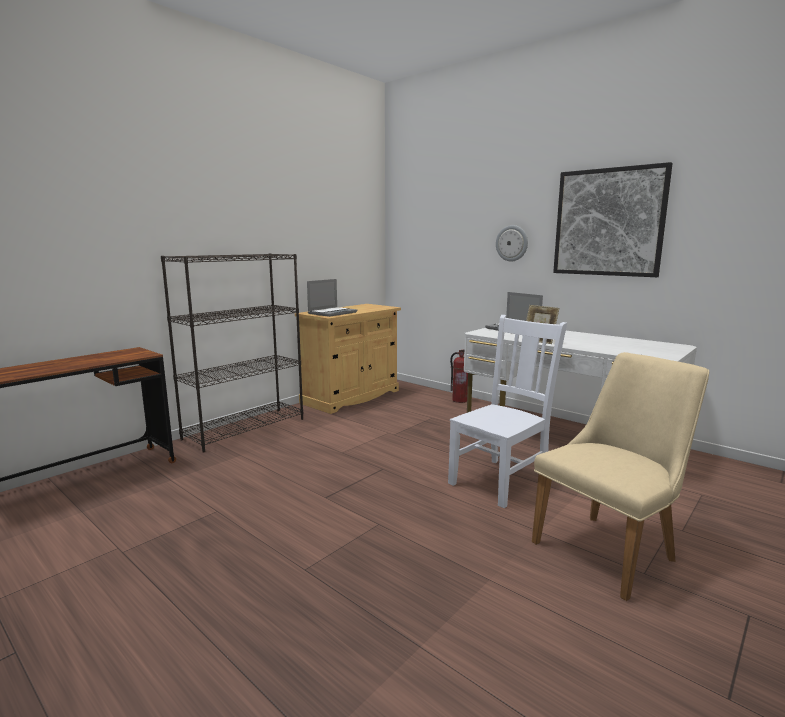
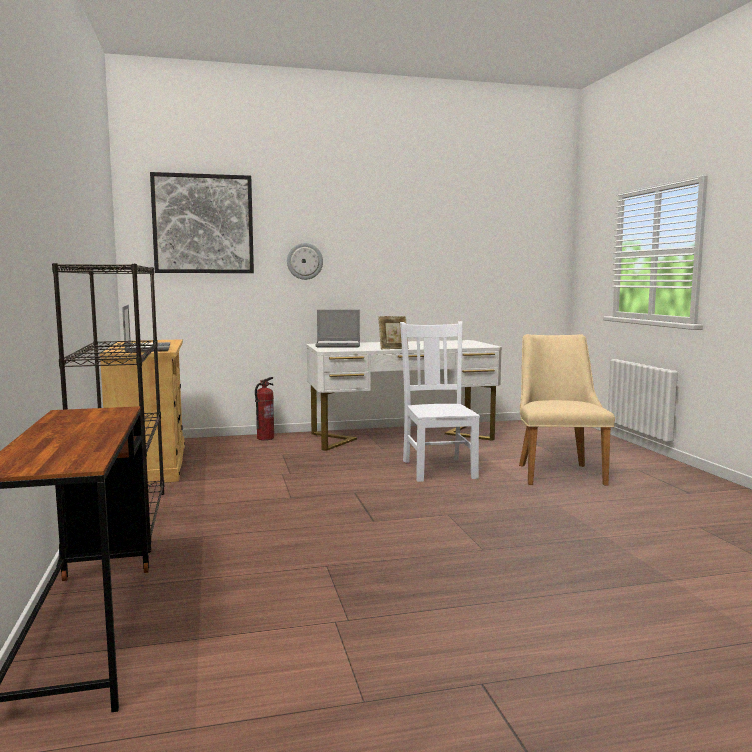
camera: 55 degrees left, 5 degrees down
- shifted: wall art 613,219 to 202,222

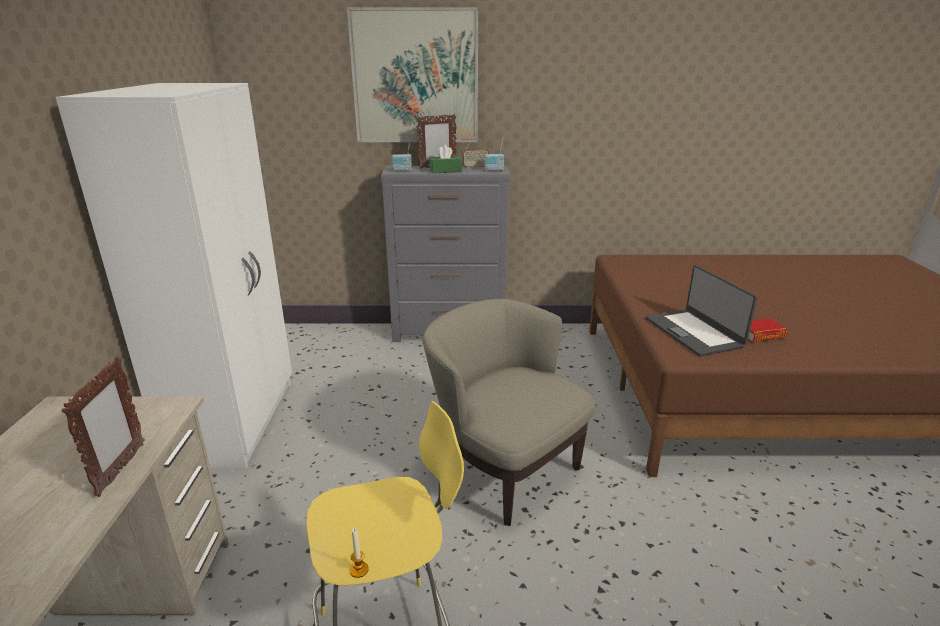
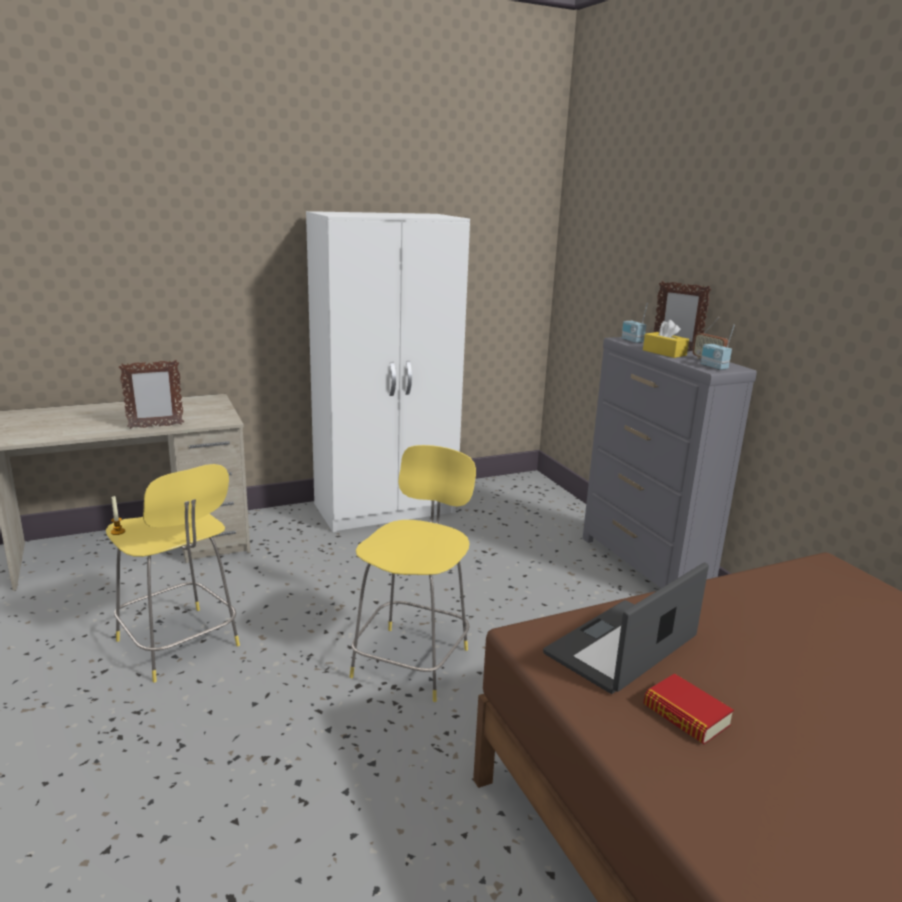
camera: 65 degrees right, 5 degrees down
- swapped: beige easy chair 509,412 to yellow-coloured stool 413,573
- repainted: green box of tissues 445,159 to yellow-coloured box of tissues 666,339
- gone: wall art 412,74

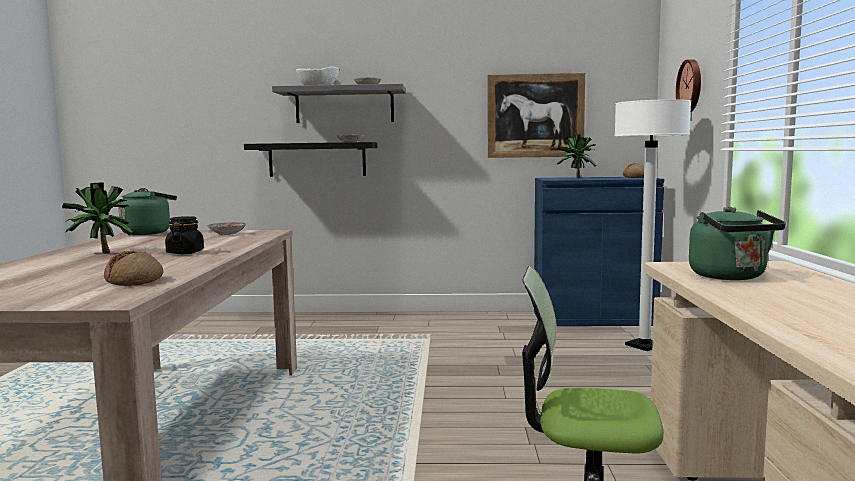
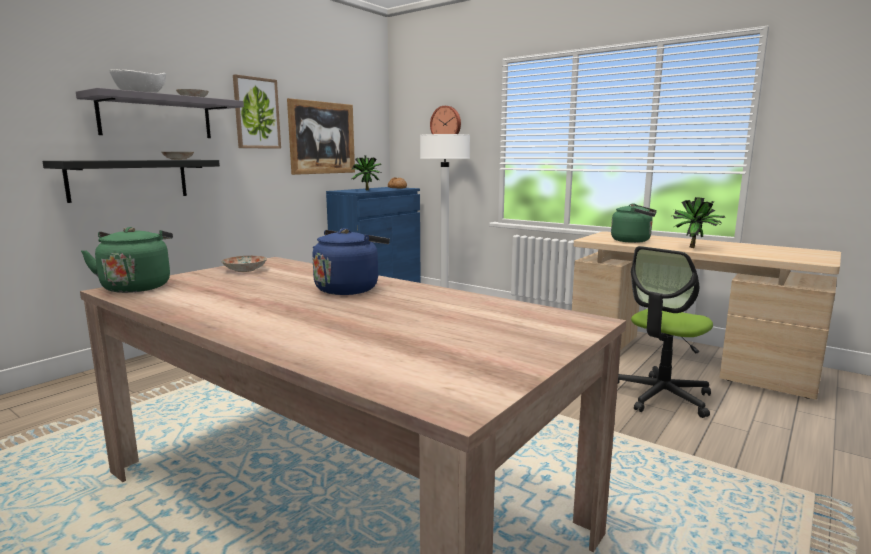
camera: 55 degrees left, 5 degrees up
- new: wall art 257,111
- swapped: black preserve jar 184,235 to blue-coloured water kettle 351,261
- shifted: plant in a pot 97,218 to 699,222
- gone: bread 133,268

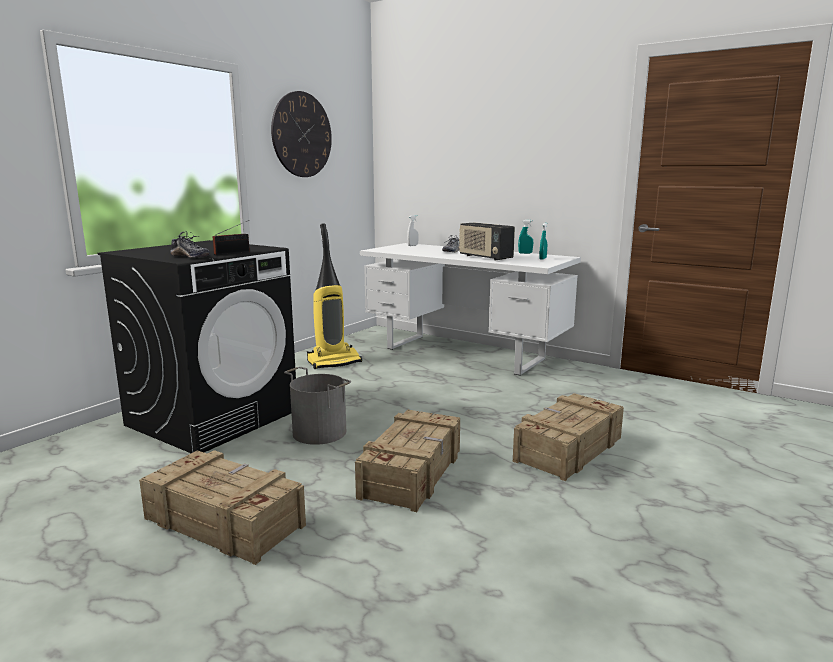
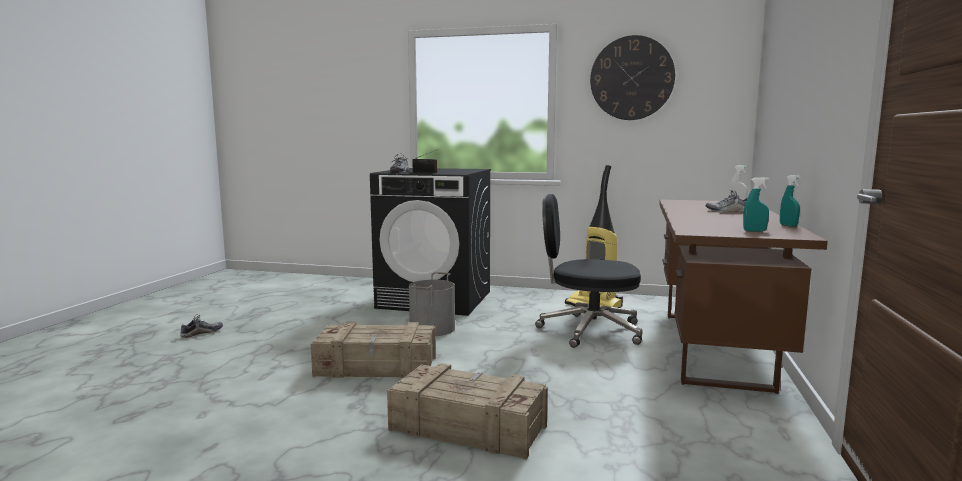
camera: 70 degrees right, 5 degrees down
- new: item of footwear 201,326
- new: black office chair 589,271
- repainted: white-coloured desk unit 470,309 to brown-coloured desk unit 743,296
- gone: shipping crate 222,507
- gone: radio receiver 487,241

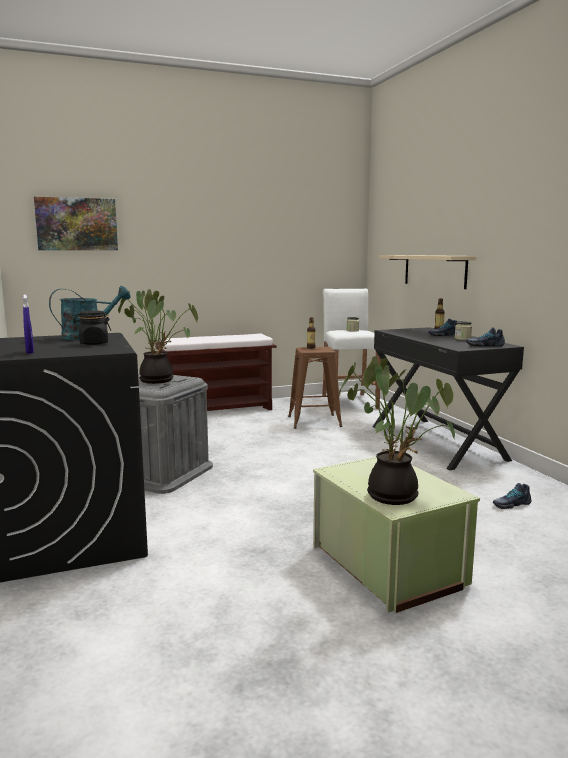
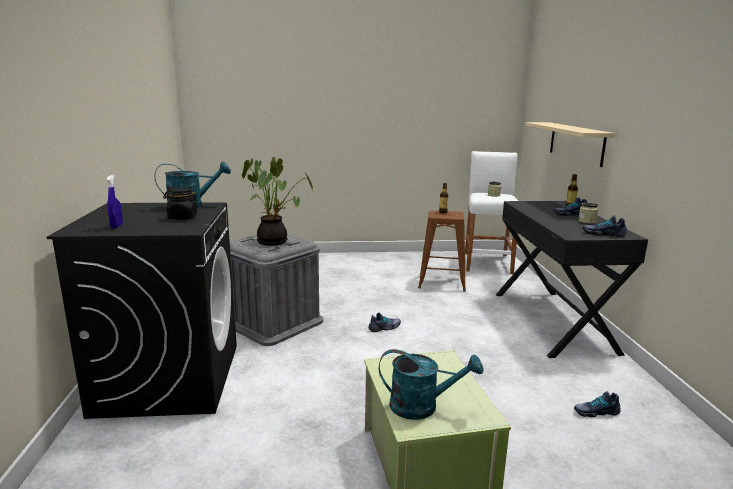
camera: 15 degrees right, 5 degrees up
- new: item of footwear 384,322
- swapped: plant in a pot 397,430 to blue-green watering can 431,384
- gone: wall art 76,223
- gone: brown-coloured bench 215,372

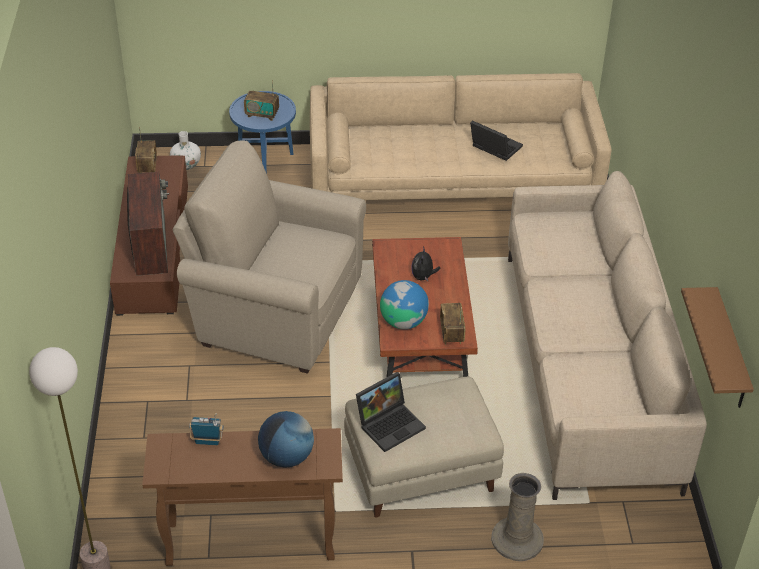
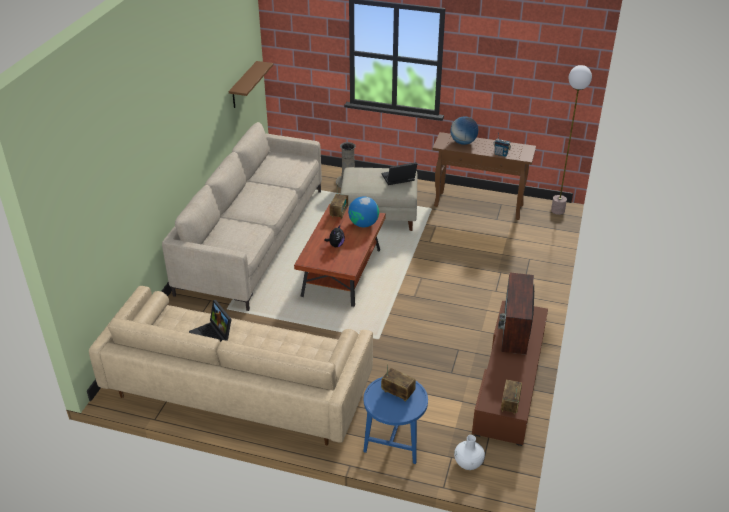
camera: 160 degrees left, 5 degrees down
- gone: beige easy chair 269,257

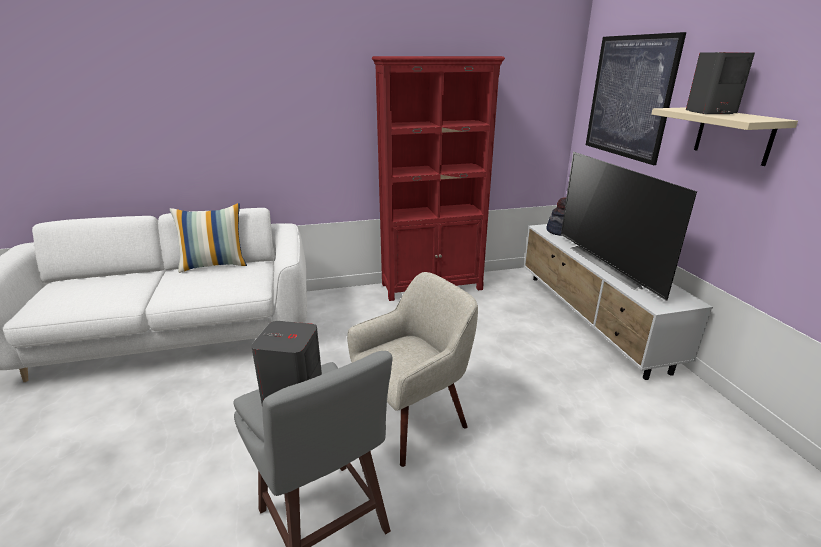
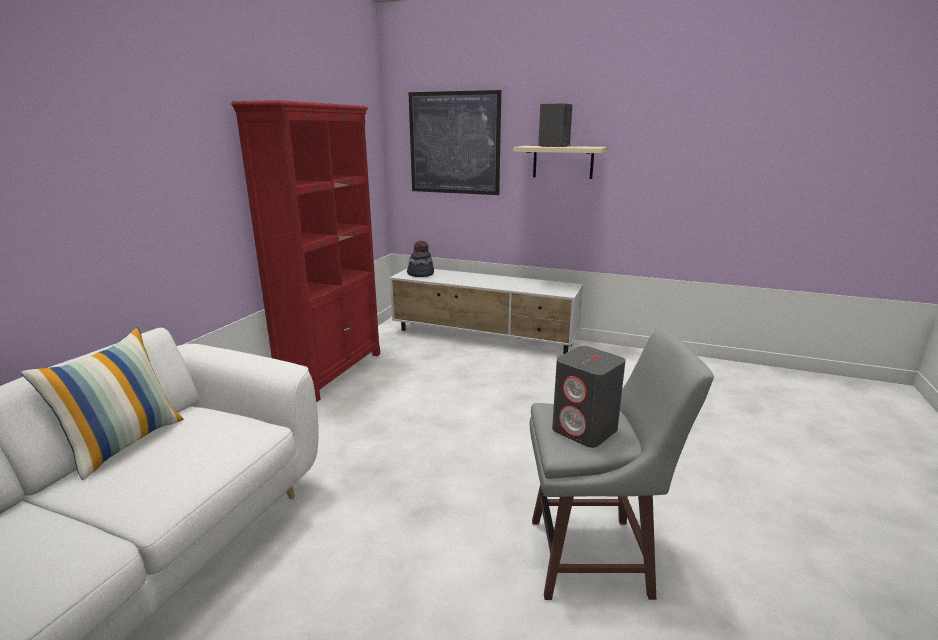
camera: 55 degrees left, 5 degrees down
- gone: beige easy chair 412,369
- gone: TV set 629,226

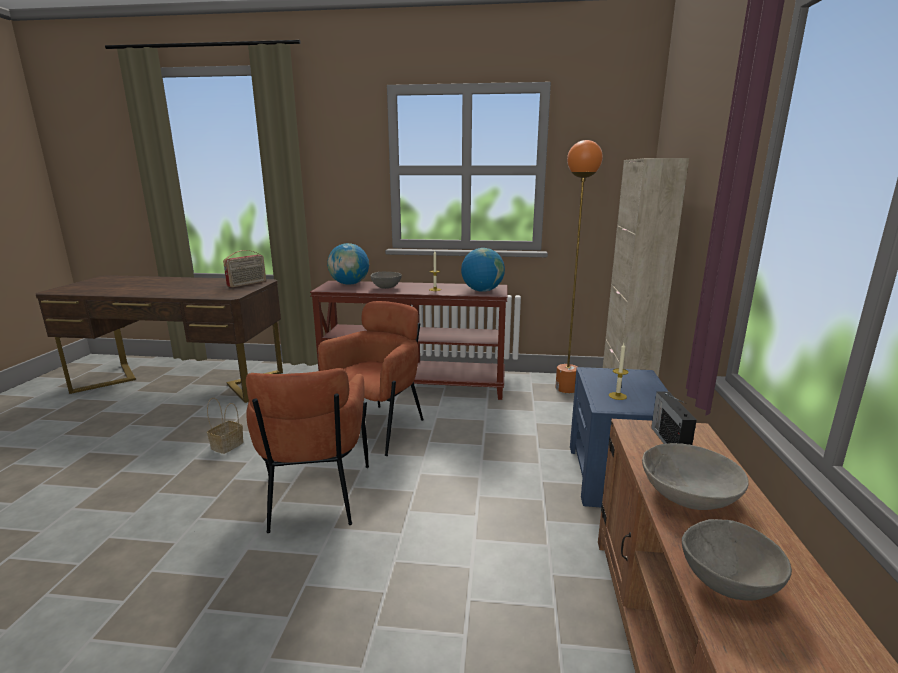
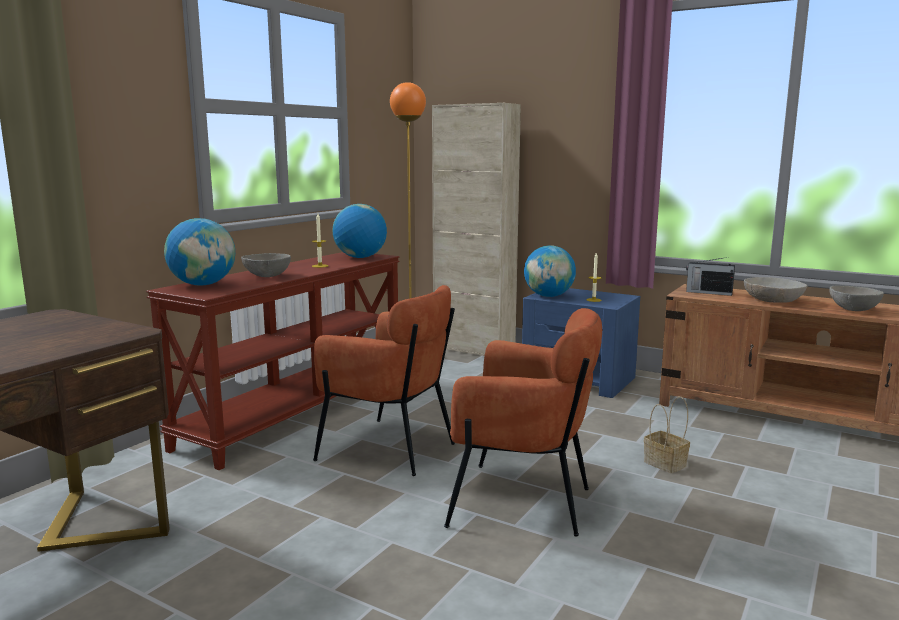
camera: 65 degrees left, 5 degrees down
- rotated: brown-coloured easy chair 371,378 = 384,380 150 degrees clockwise
- new: desk globe 550,271
- shifted: household basket 225,426 to 667,435
- gone: radio receiver 244,269

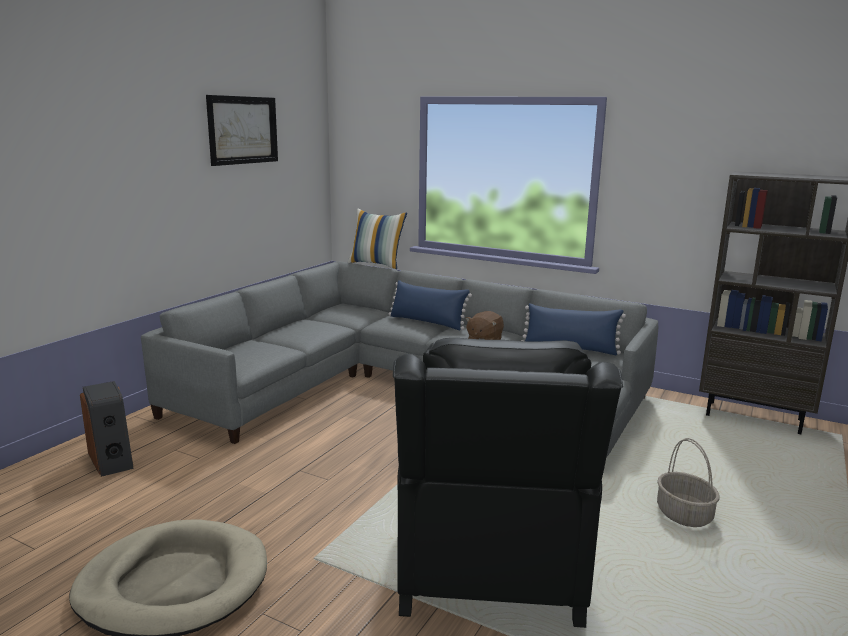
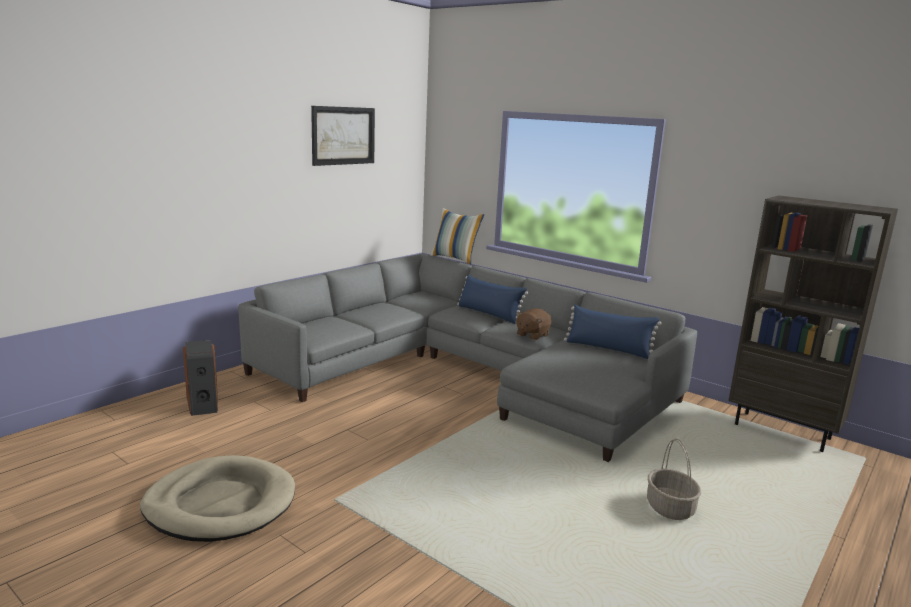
camera: 10 degrees right, 0 degrees up
- gone: black easy chair 508,483

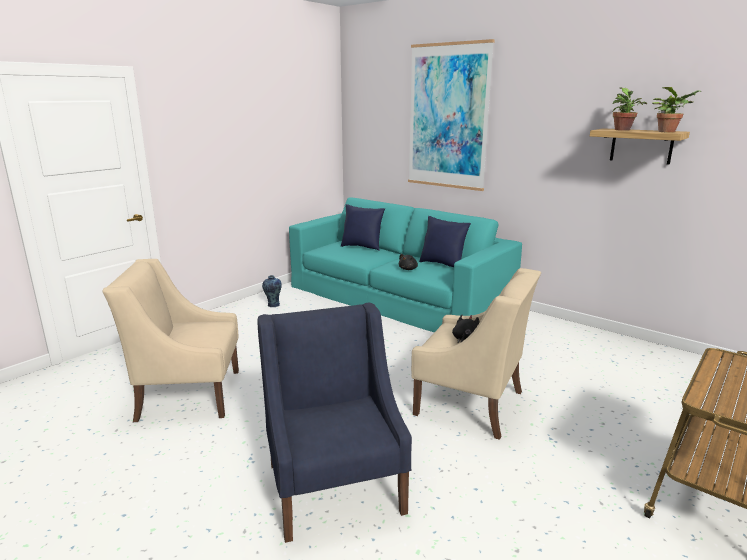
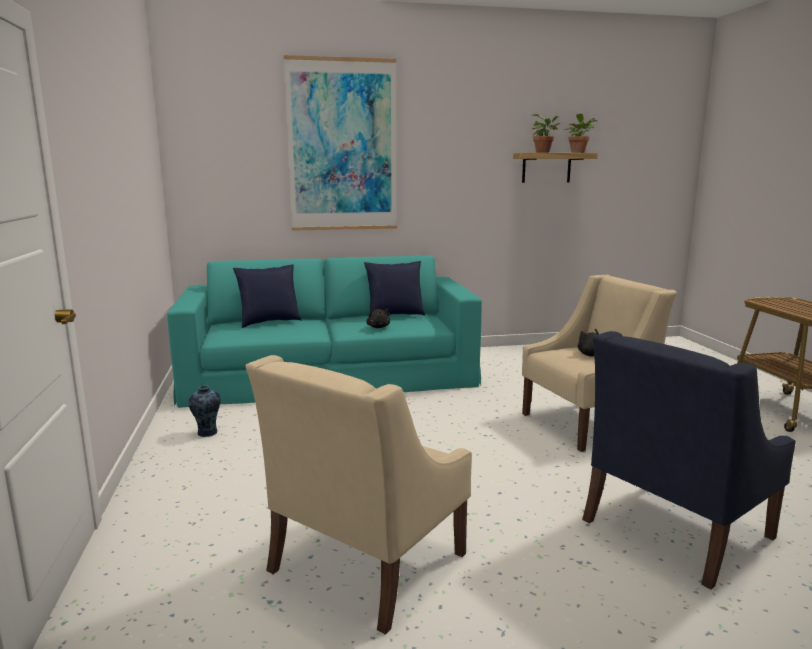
camera: 50 degrees left, 5 degrees down
- rotated: blue-coloured easy chair 335,423 = 689,460 60 degrees counterclockwise

